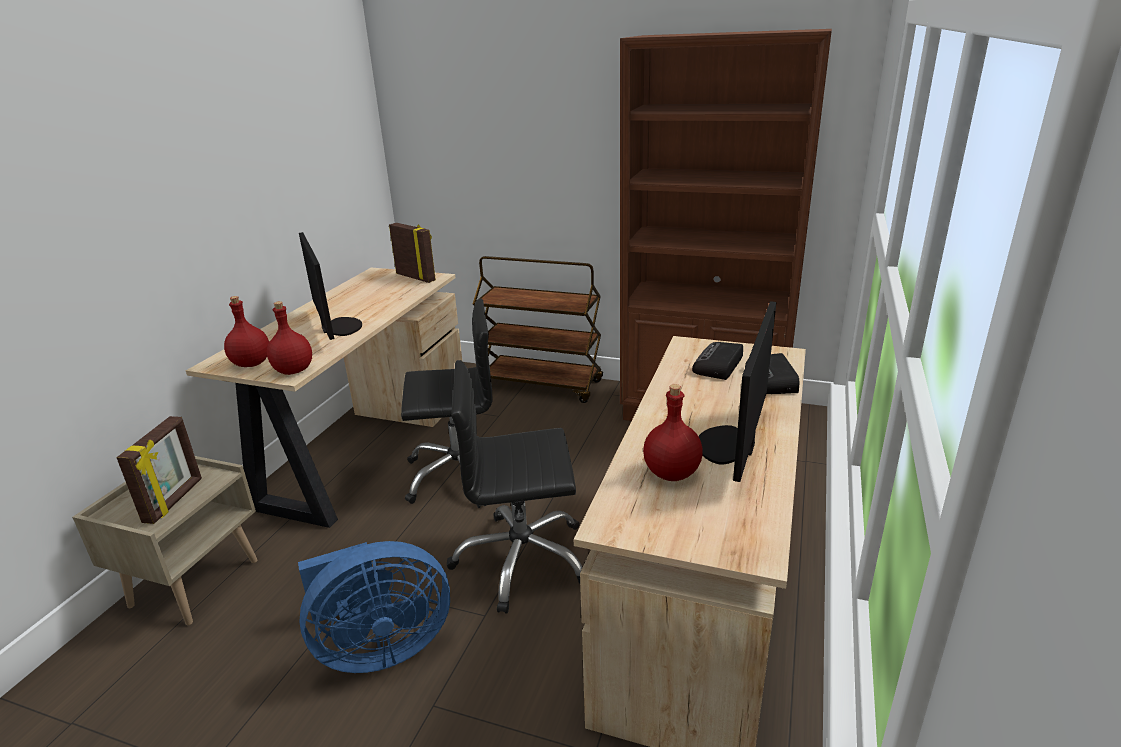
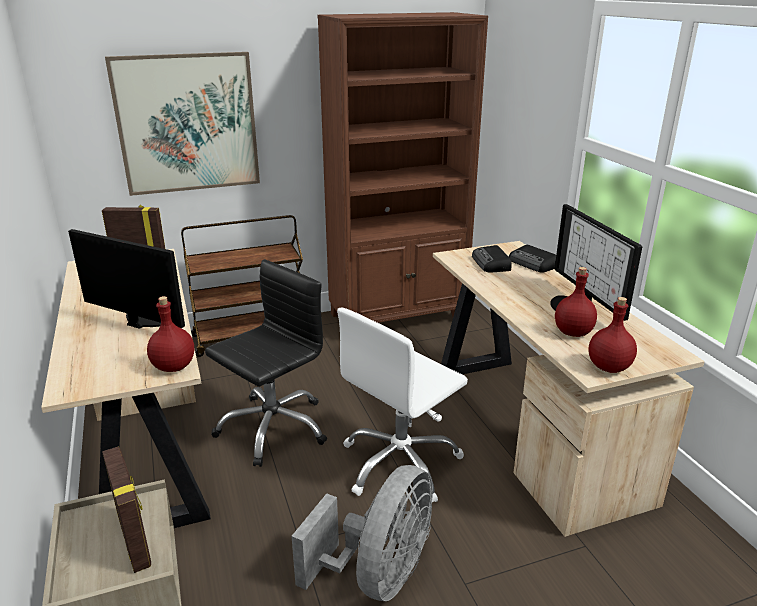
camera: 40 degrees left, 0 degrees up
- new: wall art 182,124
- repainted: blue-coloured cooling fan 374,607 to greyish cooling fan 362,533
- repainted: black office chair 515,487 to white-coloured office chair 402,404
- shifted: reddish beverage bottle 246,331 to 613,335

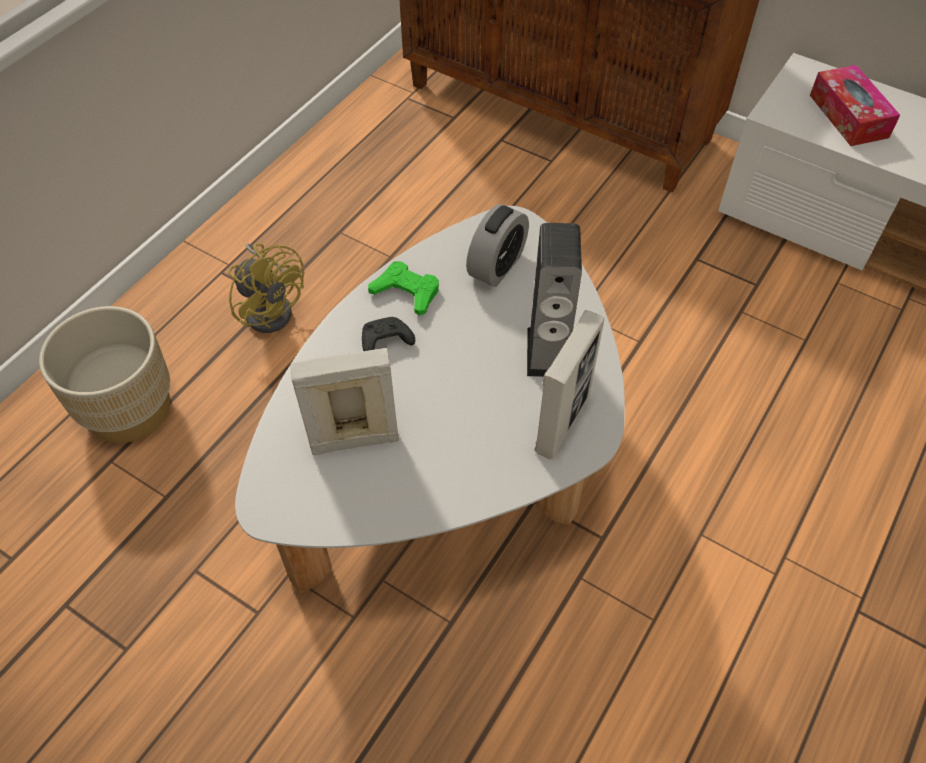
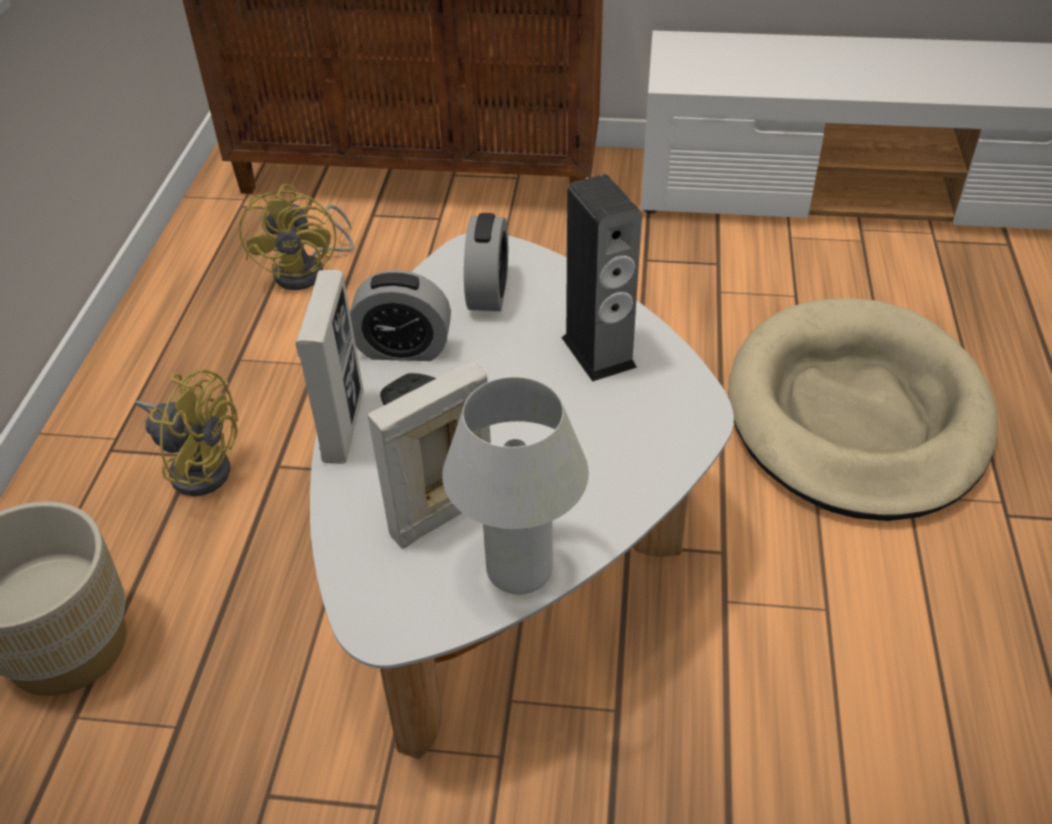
camera: 25 degrees left, 10 degrees down
- new: yellow-coloured cooling fan 296,237
- shifted: standing frame 569,385 to 329,367
- swapped: green joypad 403,288 to table clock 400,315
- new: white-coloured lamp for a table 515,486
- new: beige dog cushion 863,409
- gone: box of tissues 855,105

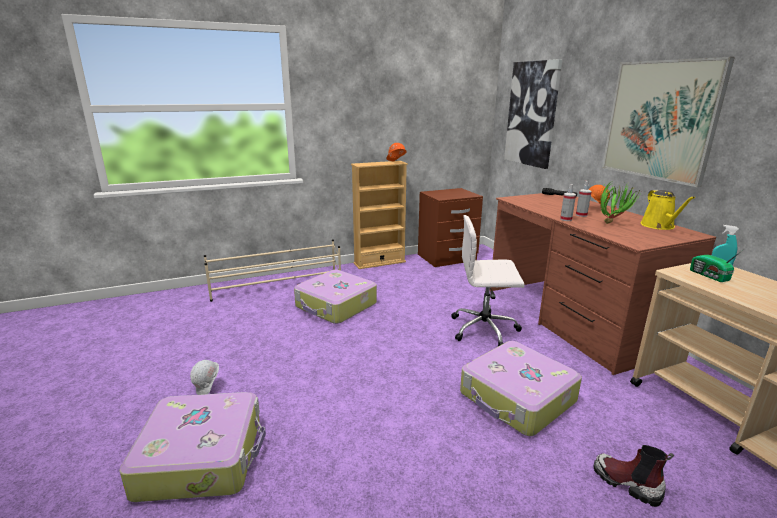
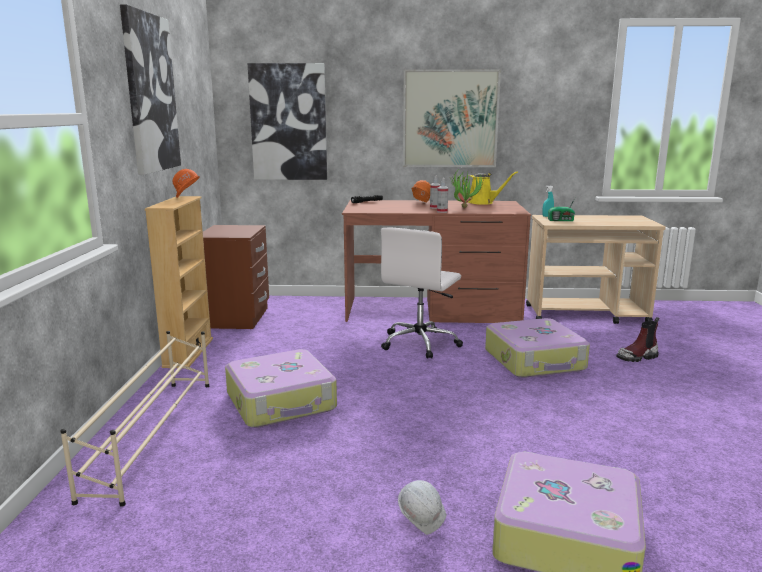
camera: 65 degrees left, 5 degrees down
- new: wall art 150,89

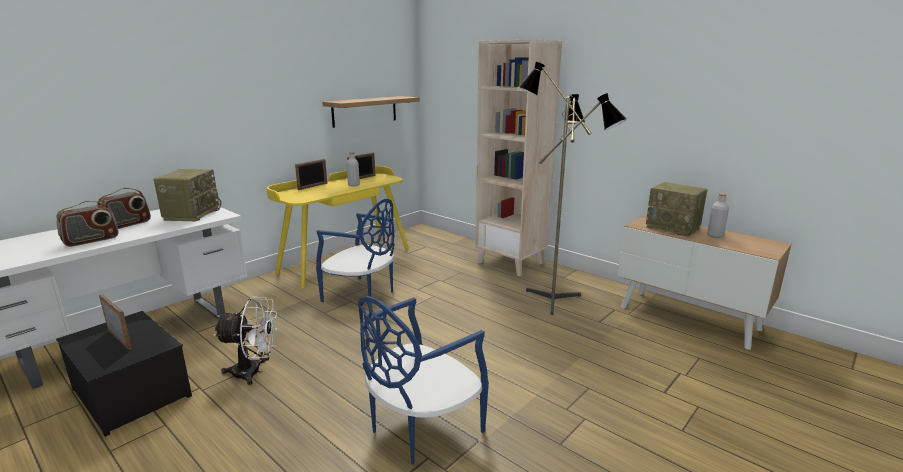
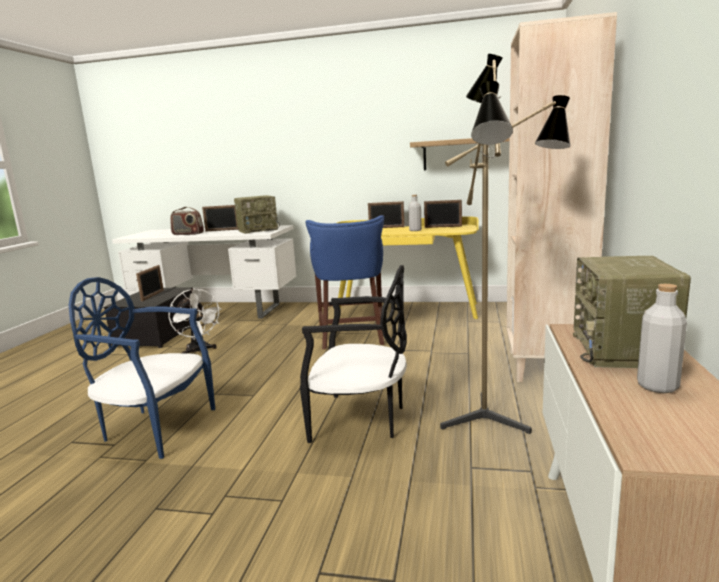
camera: 60 degrees right, 5 degrees down
- swapped: radio receiver 124,208 to standing frame 220,218
- new: black plain chair 353,354
- swapped: blue-coloured plain chair 355,252 to blue-coloured stool 344,282

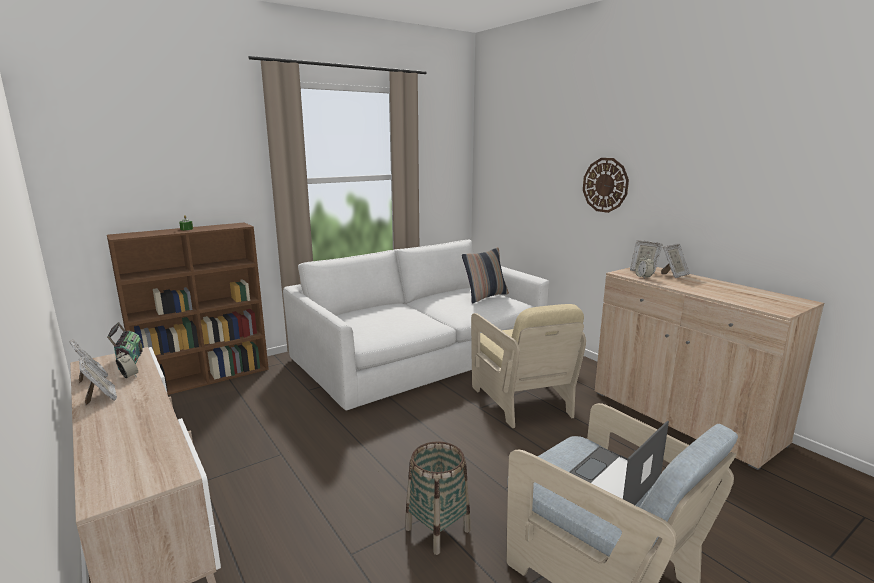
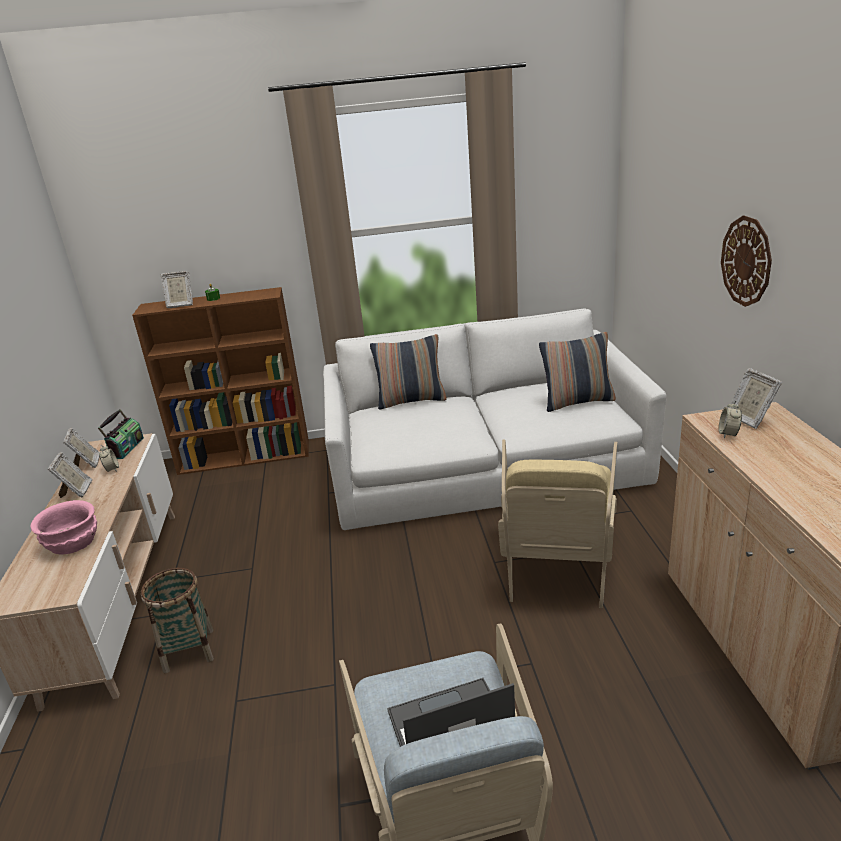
camera: 30 degrees right, 10 degrees up
- new: pink-coloured deep dish 64,527
- shifted: household basket 438,498 to 177,620
- shifted: standing frame 675,261 to 176,289
- new: cushion 408,372

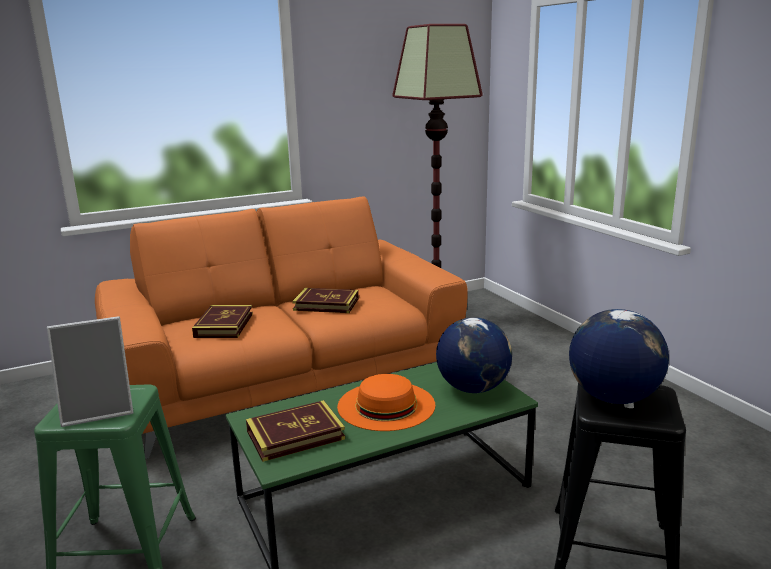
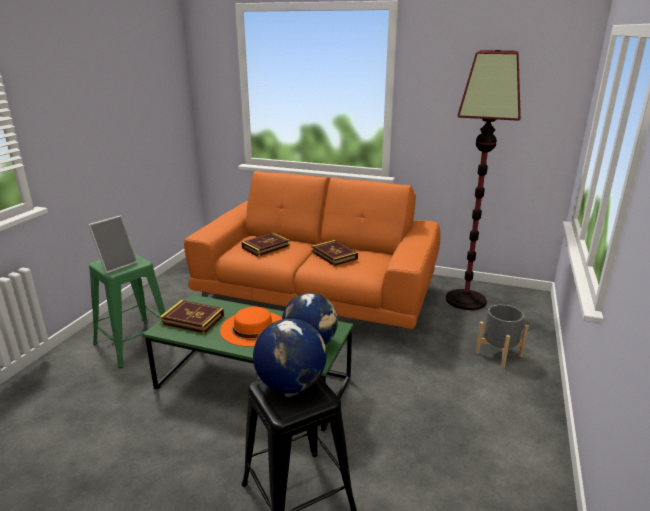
camera: 45 degrees right, 5 degrees up
- rotated: standing frame 90,371 = 113,244 75 degrees counterclockwise
- new: greyish plant pot 502,336

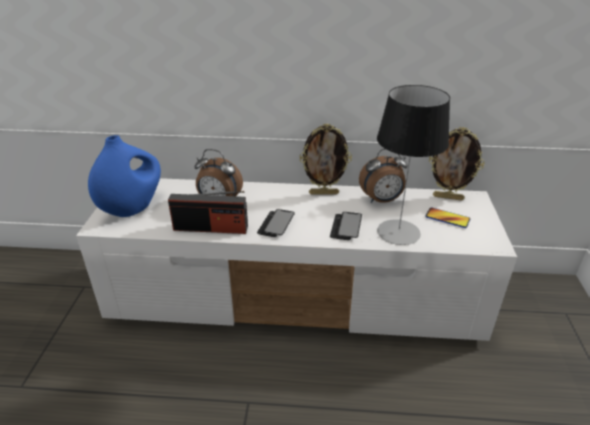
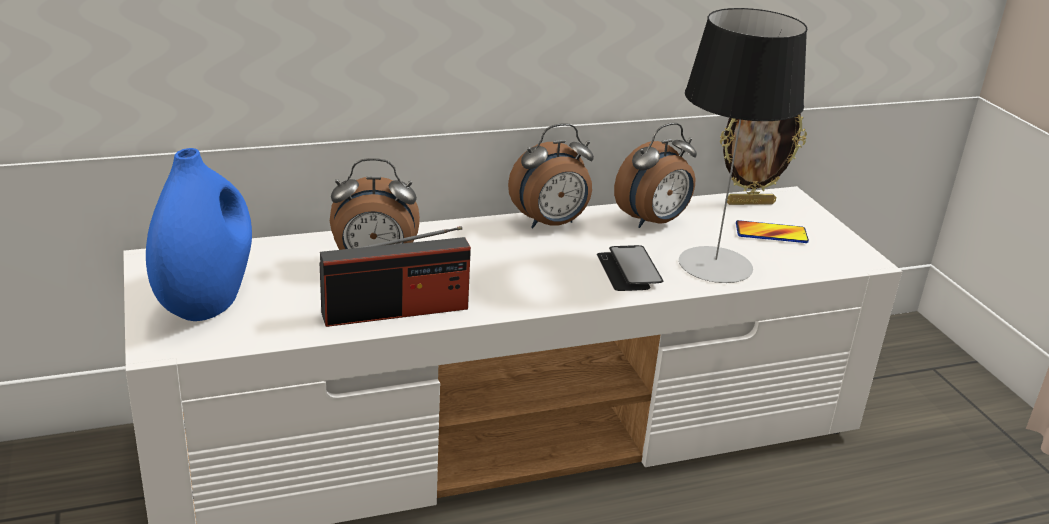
camera: 25 degrees left, 5 degrees down
- swapped: standing frame 325,159 to table clock 551,175
- gone: handset 276,223

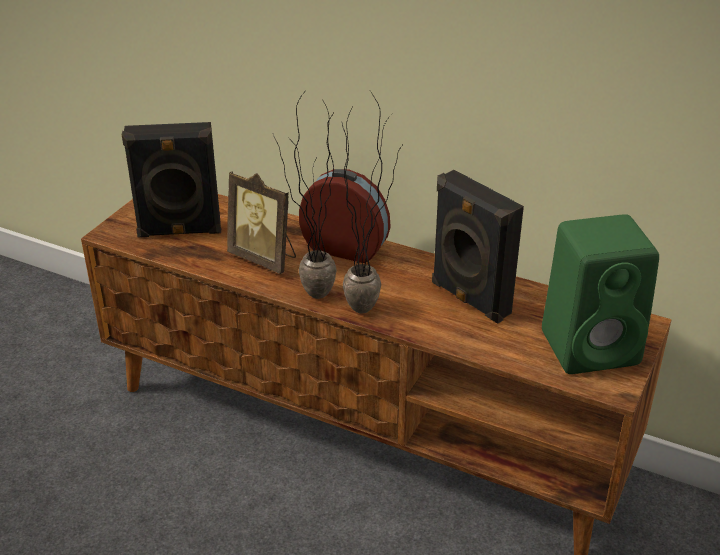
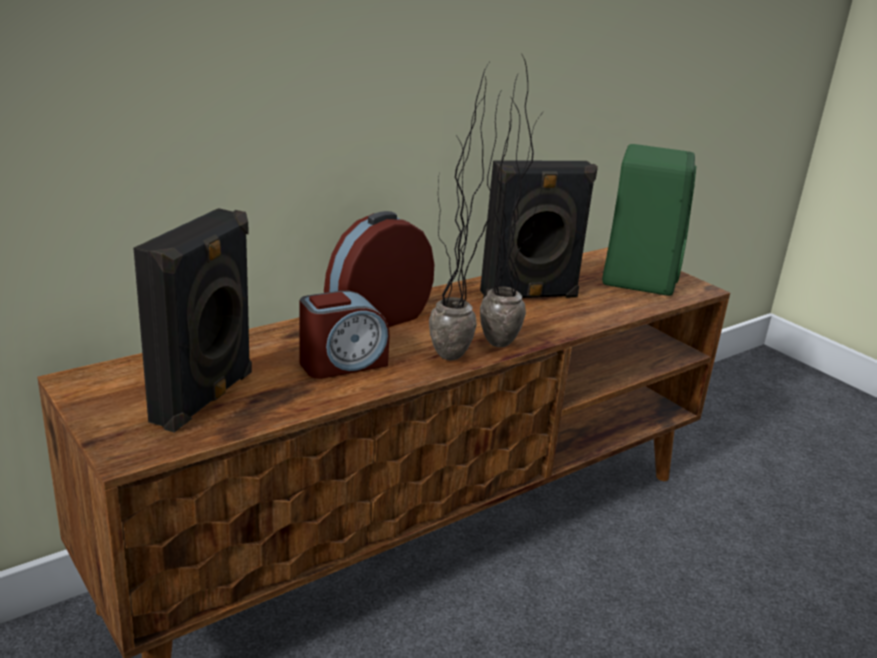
camera: 65 degrees left, 10 degrees down
- swapped: standing frame 261,222 to table clock 344,335

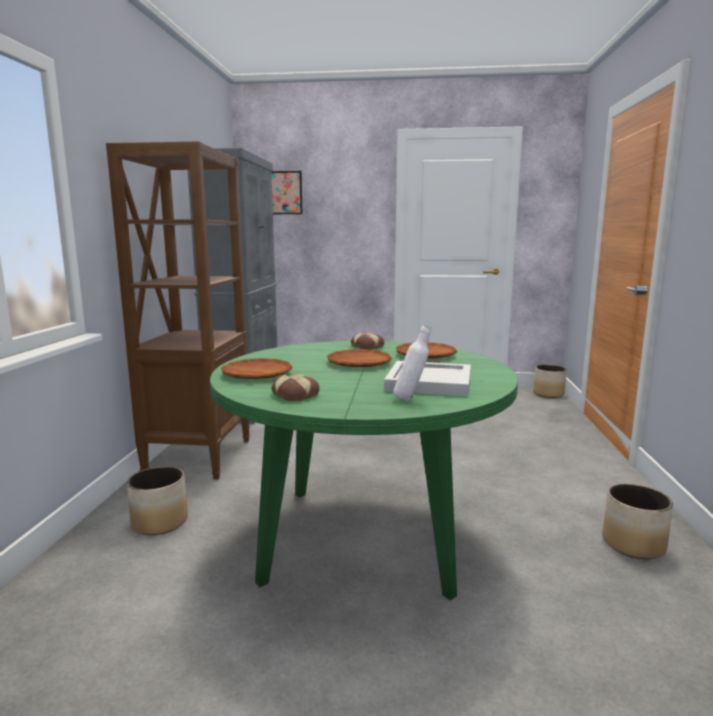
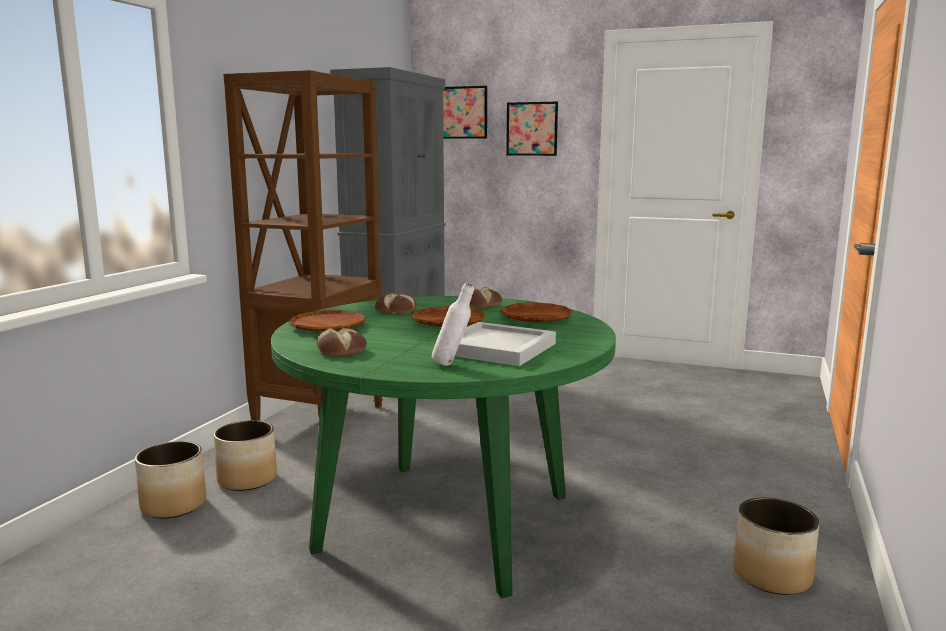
camera: 15 degrees right, 0 degrees up
- shifted: plant pot 550,381 to 170,480
- new: bread 396,303
- new: wall art 532,129

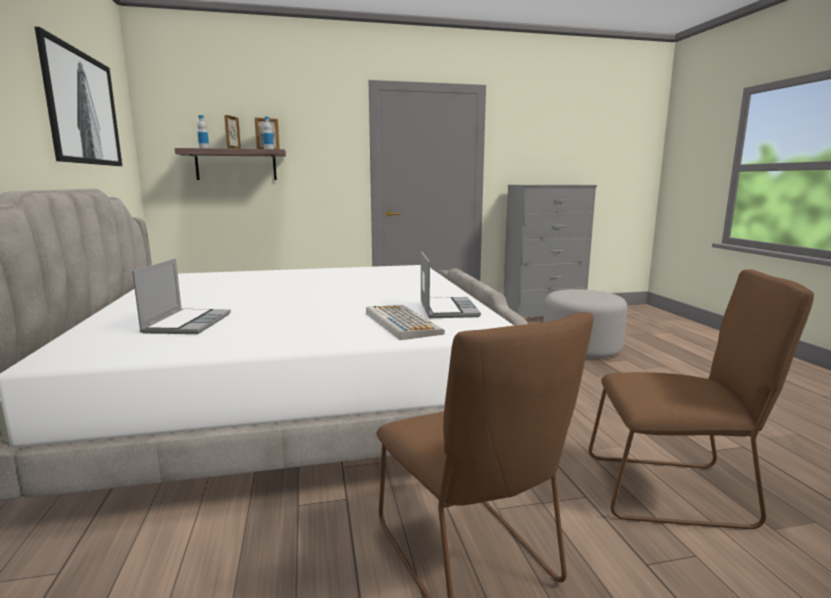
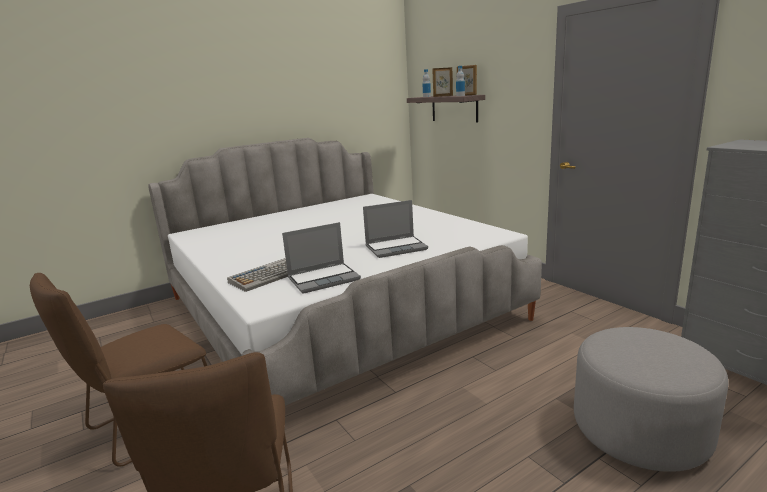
camera: 70 degrees right, 5 degrees up
- shifted: portable computer 181,296 to 395,229
- gone: wall art 78,96

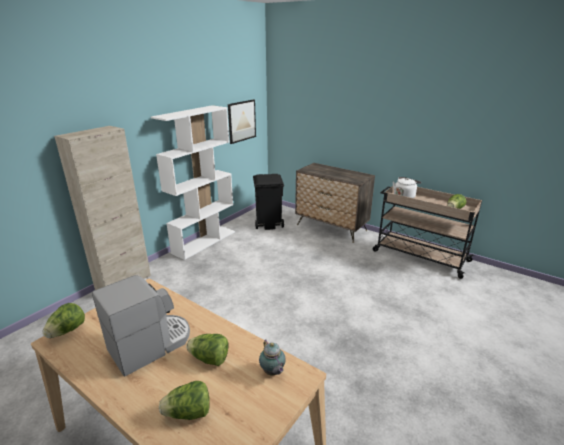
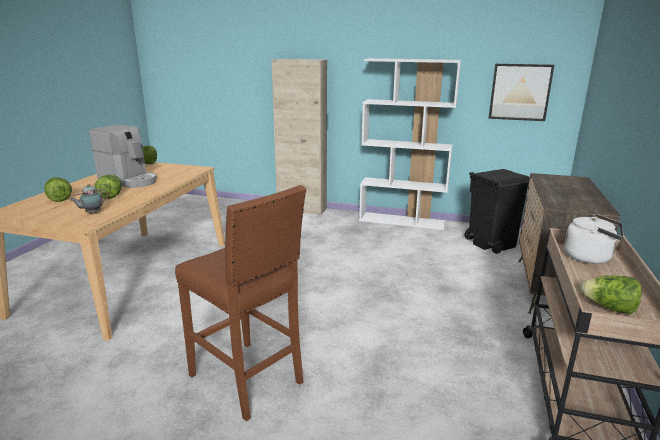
camera: 70 degrees right, 5 degrees down
- new: brown-coloured stool 240,303

